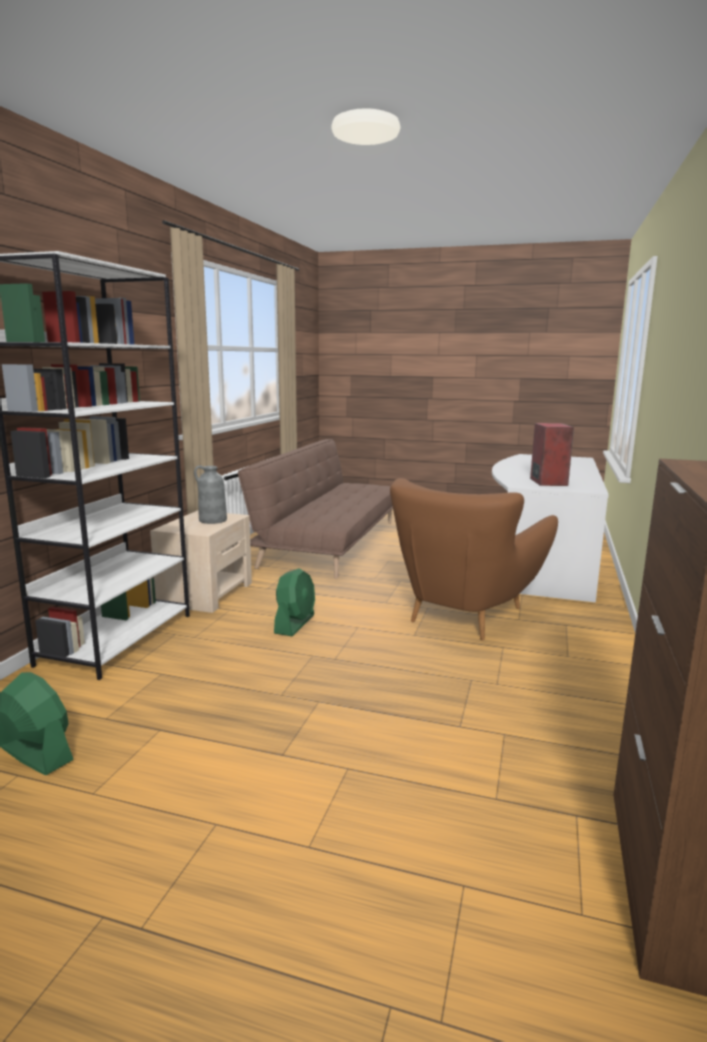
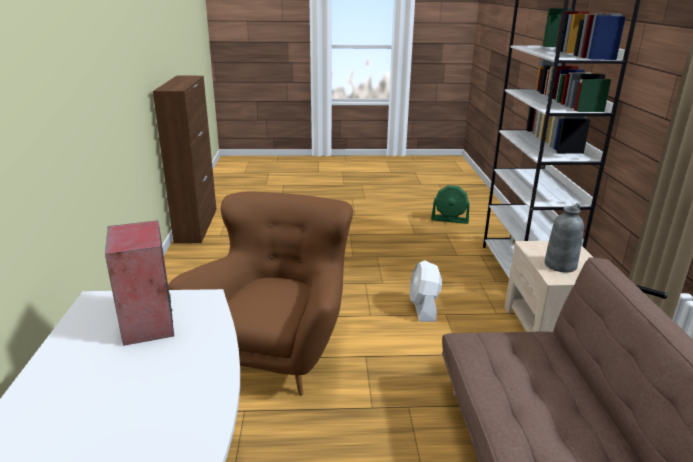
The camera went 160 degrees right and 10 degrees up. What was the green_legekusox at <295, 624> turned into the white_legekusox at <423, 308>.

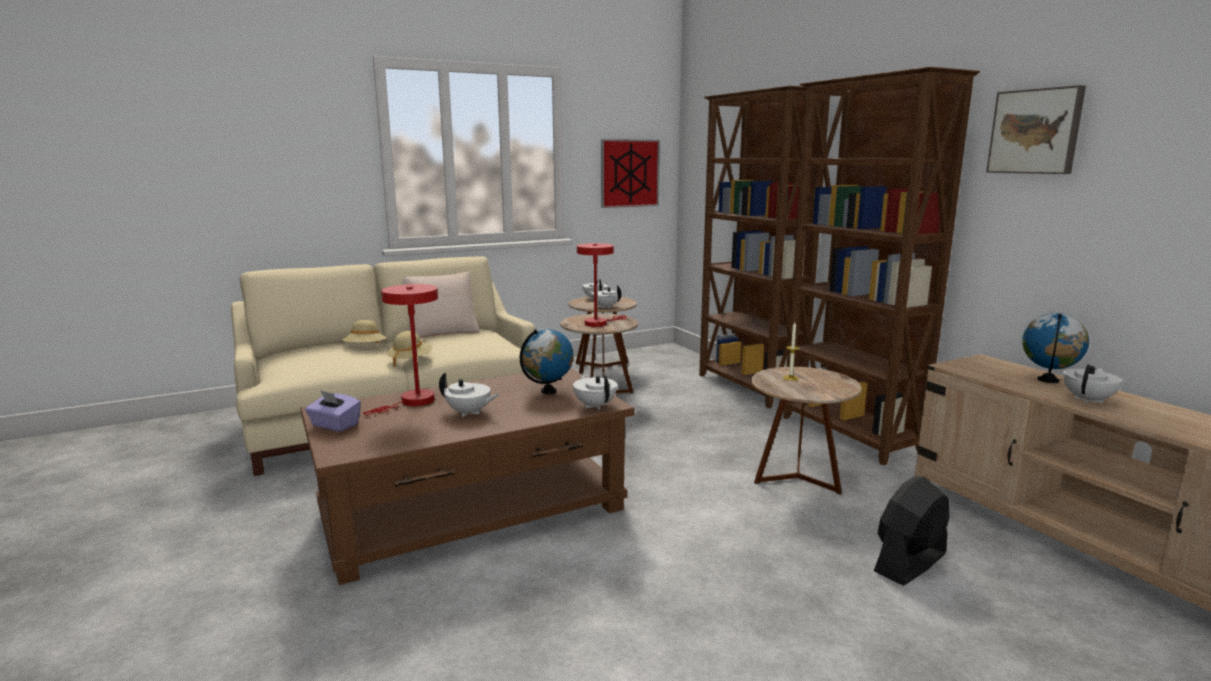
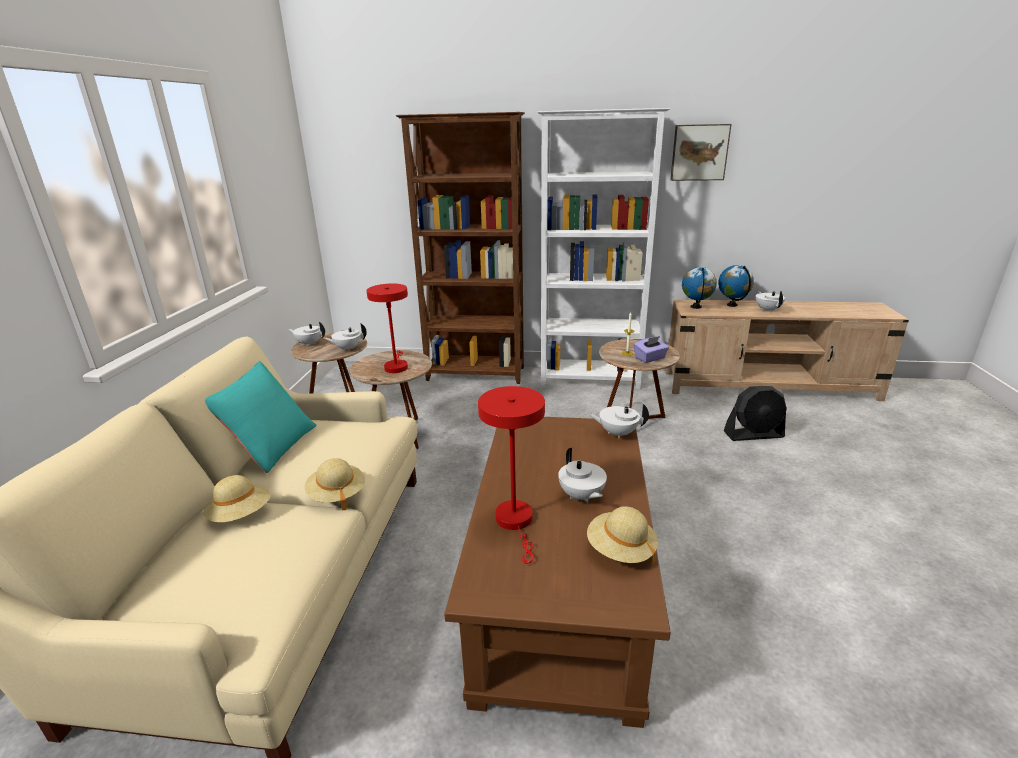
The camera went 55 degrees left and 10 degrees up. The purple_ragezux ended up elsewhere, having gone from <334, 425> to <650, 358>. What was the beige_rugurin at <442, 331> turned into the turquoise_rugurin at <270, 445>. The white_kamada at <469, 413> ended up facing another way, 105 degrees clockwise from before. The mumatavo ended up elsewhere, having gone from <548, 391> to <696, 307>. The second view lost the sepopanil at <629, 173>. What was the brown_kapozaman at <849, 435> turned into the white_kapozaman at <590, 379>. The black_legekusox at <910, 562> ended up facing another way, 90 degrees counterclockwise from before. The second view gained the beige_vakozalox at <620, 550>.

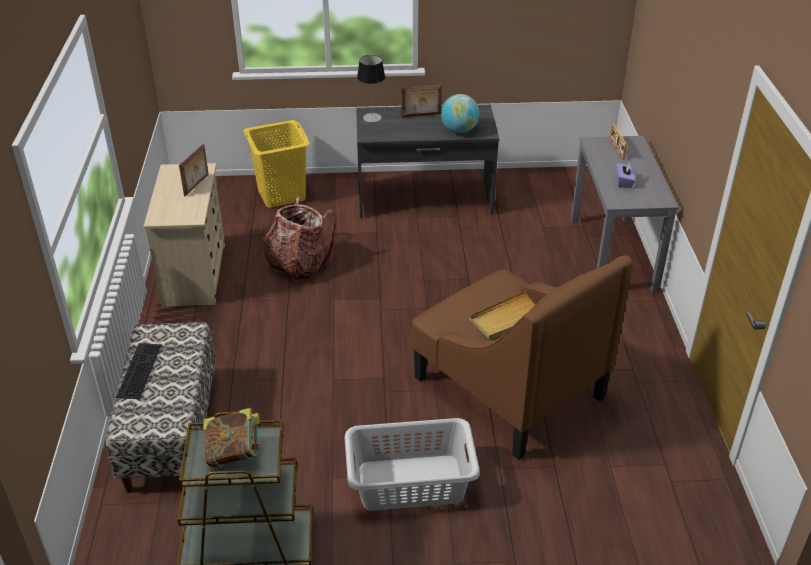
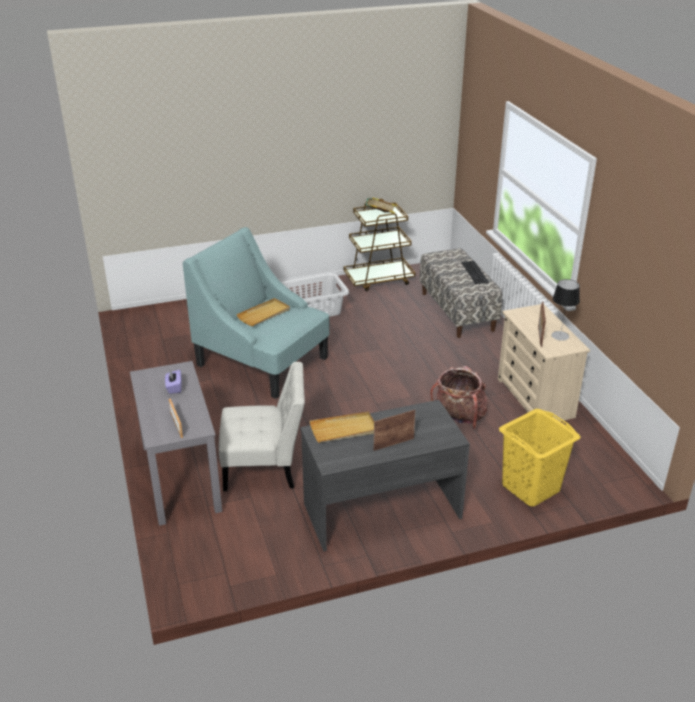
The camera went 165 degrees right and 5 degrees down. The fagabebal ended up elsewhere, having gone from <372, 117> to <560, 336>. What was the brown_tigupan at <507, 387> turned into the turquoise_tigupan at <263, 361>. Where the mumatavo stood at <459, 130>, the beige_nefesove came to stand at <344, 429>. The second view gained the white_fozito at <265, 467>.

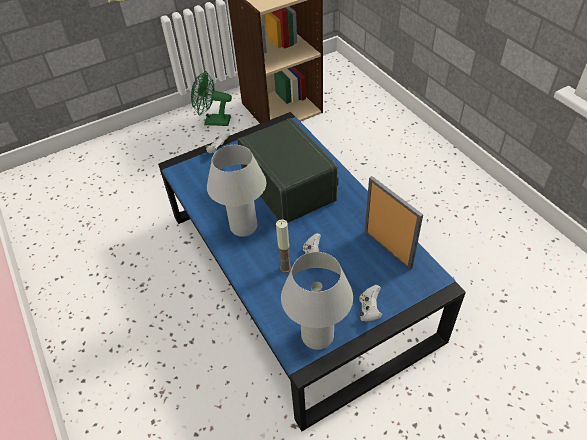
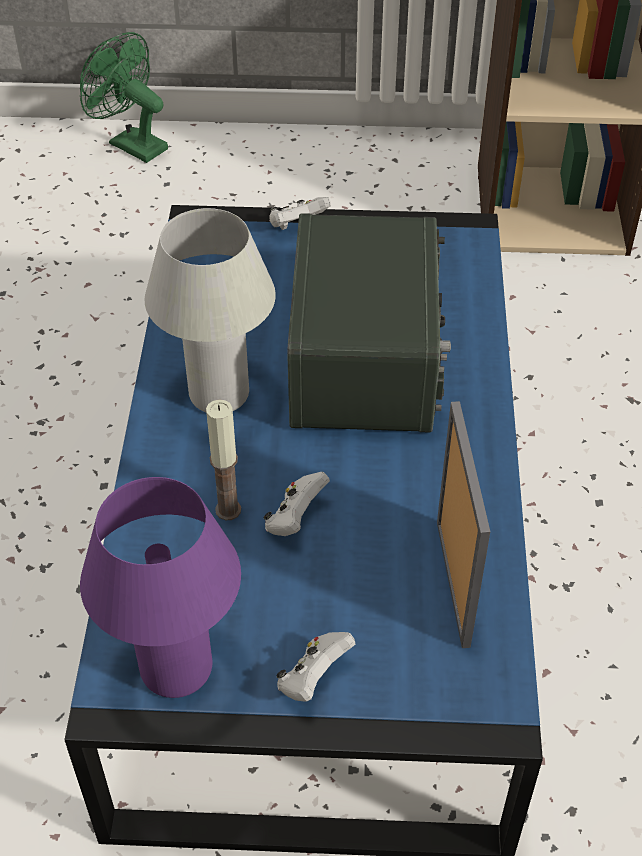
The camera went 30 degrees right and 0 degrees up. The green_legekusox ended up elsewhere, having gone from <213, 121> to <131, 144>. What was the white_fagabebal at <317, 336> turned into the purple_fagabebal at <176, 668>.

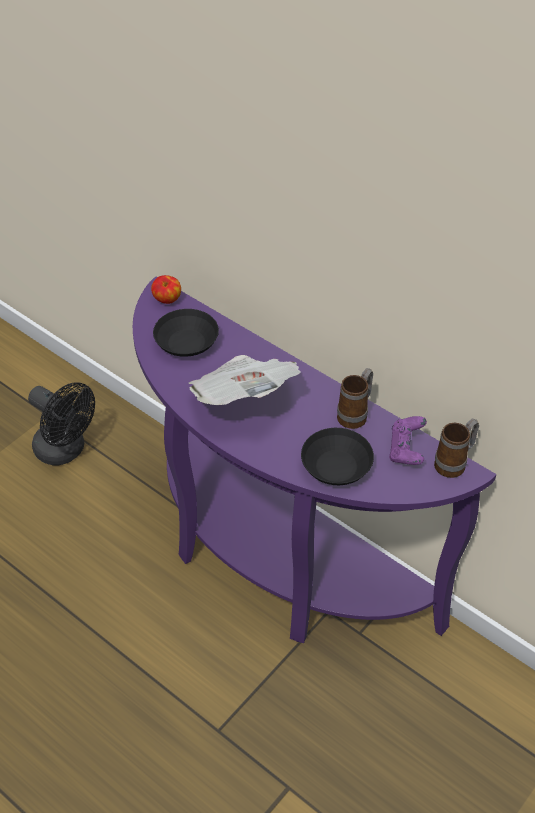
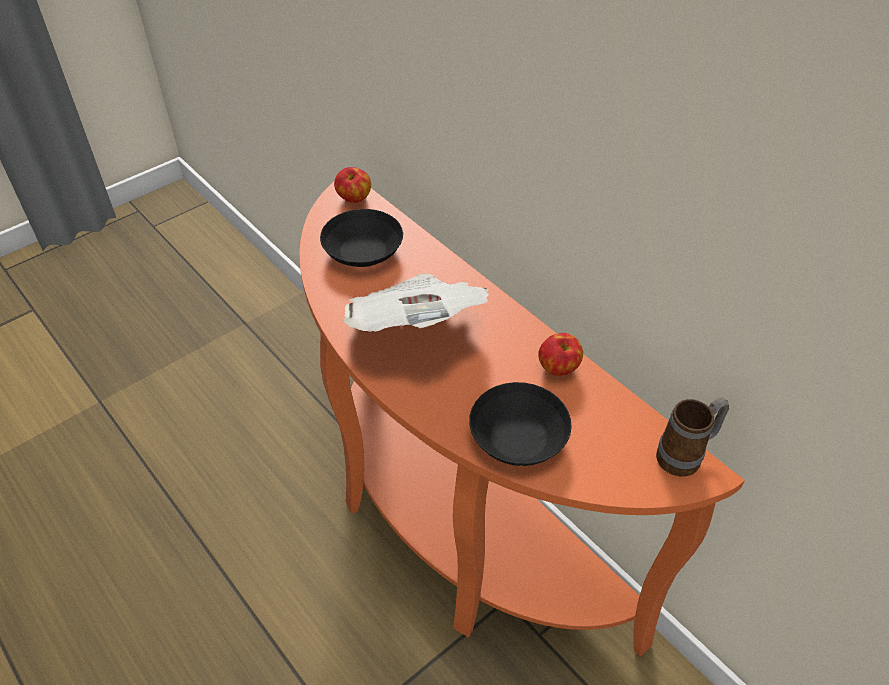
The camera went 10 degrees right and 0 degrees up. The second view lost the black_legekusox at <66, 451>. What was the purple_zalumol at <273, 561> turned into the orange_zalumol at <452, 526>. Where the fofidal stood at <355, 414>, the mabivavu came to stand at <558, 368>. The second view lost the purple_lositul at <406, 450>.

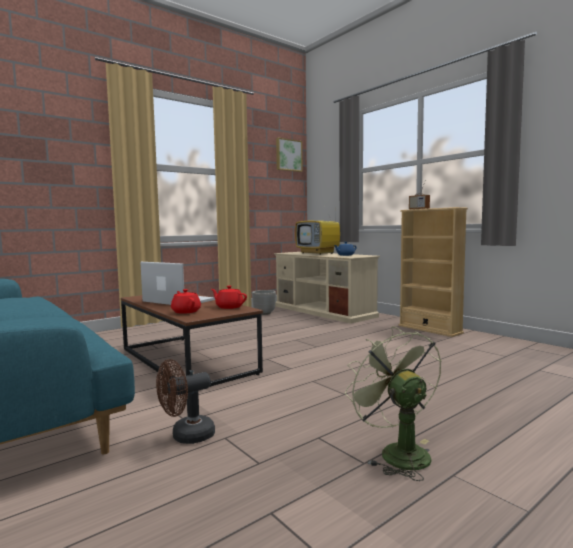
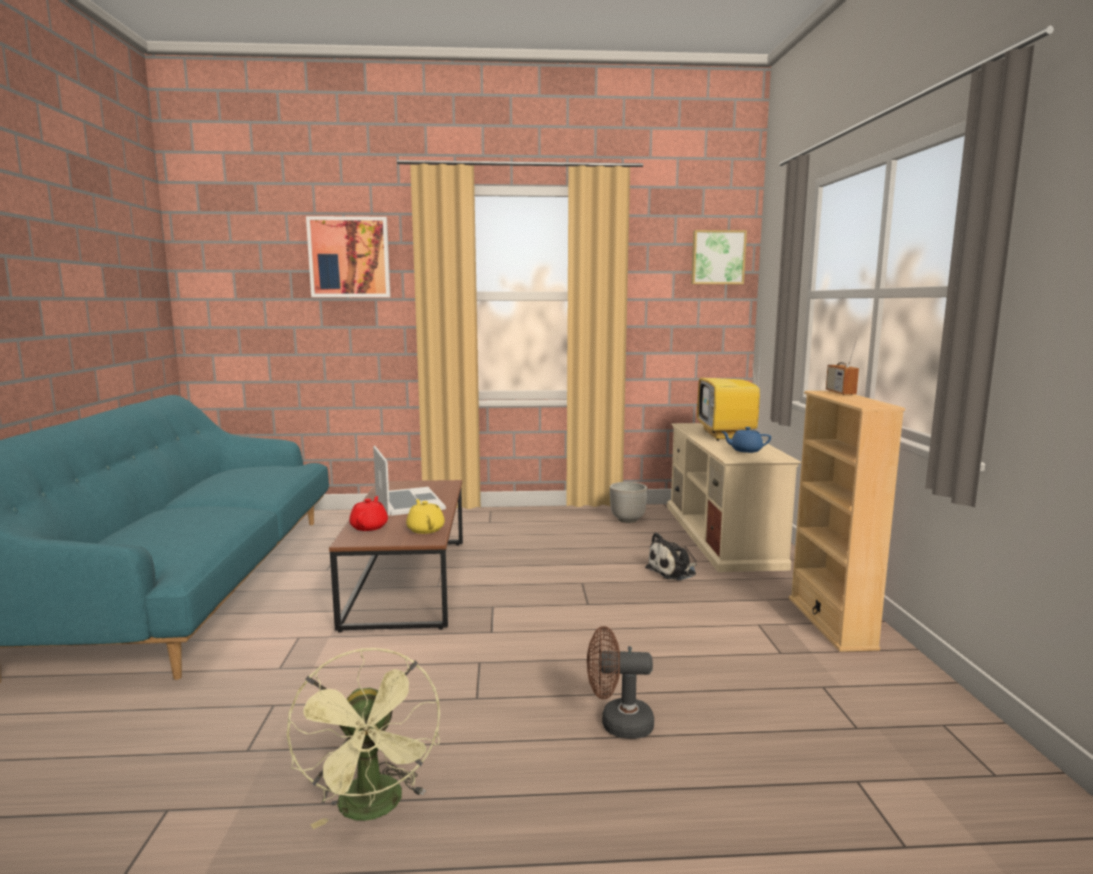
The camera went 35 degrees right and 5 degrees up. The brown_legekusox ended up elsewhere, having gone from <186, 436> to <618, 724>. What was the red_kamada at <229, 307> turned into the yellow_kamada at <425, 529>. The green_legekusox at <396, 452> ended up facing another way, 150 degrees clockwise from before. The second view gained the sepopanil at <349, 257>. The second view gained the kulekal at <673, 571>.

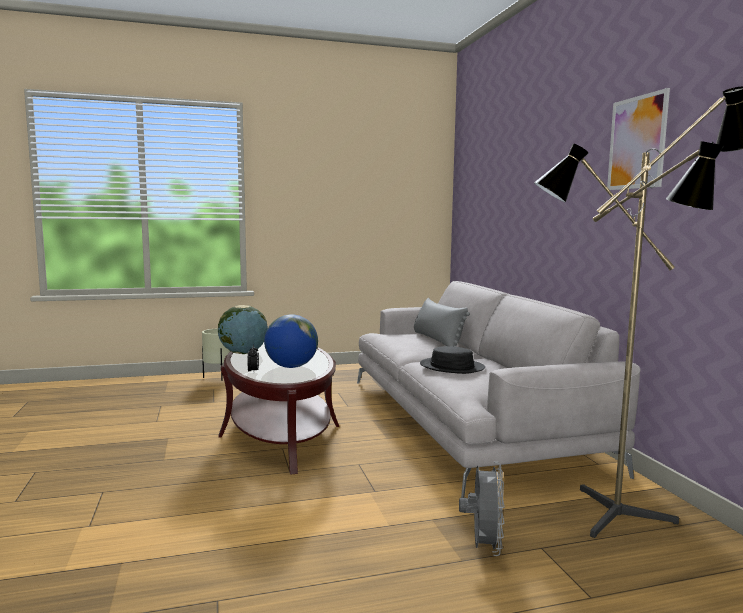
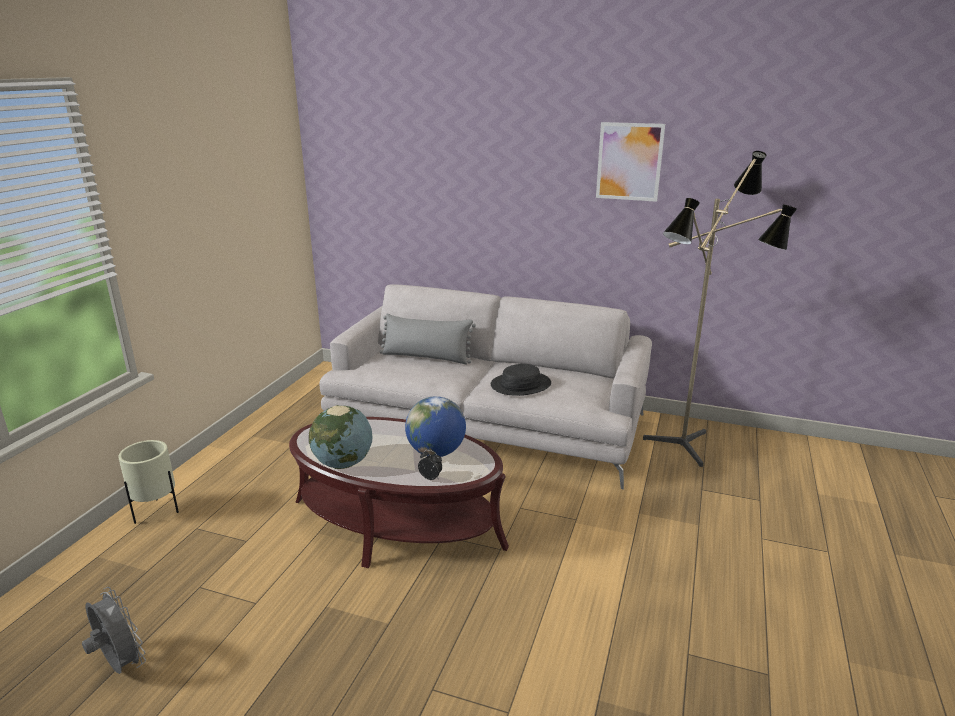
The camera went 55 degrees left and 15 degrees up. The grey_legekusox ended up elsewhere, having gone from <483, 547> to <120, 665>.

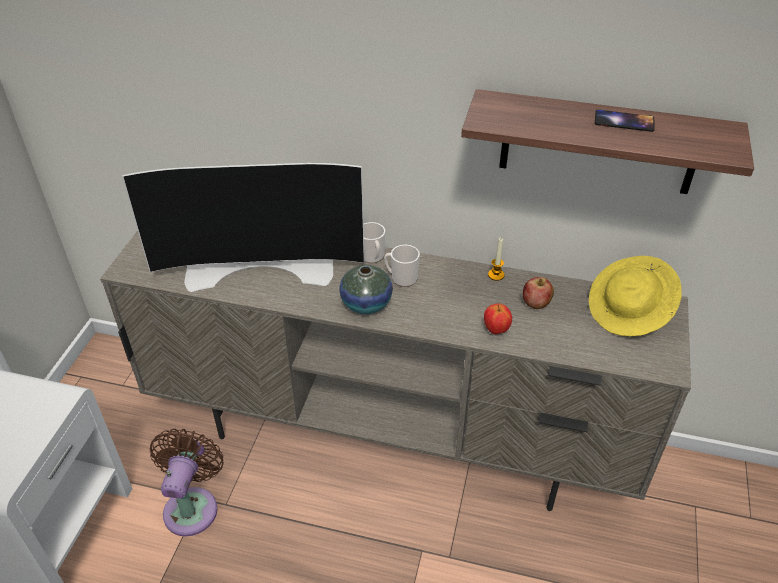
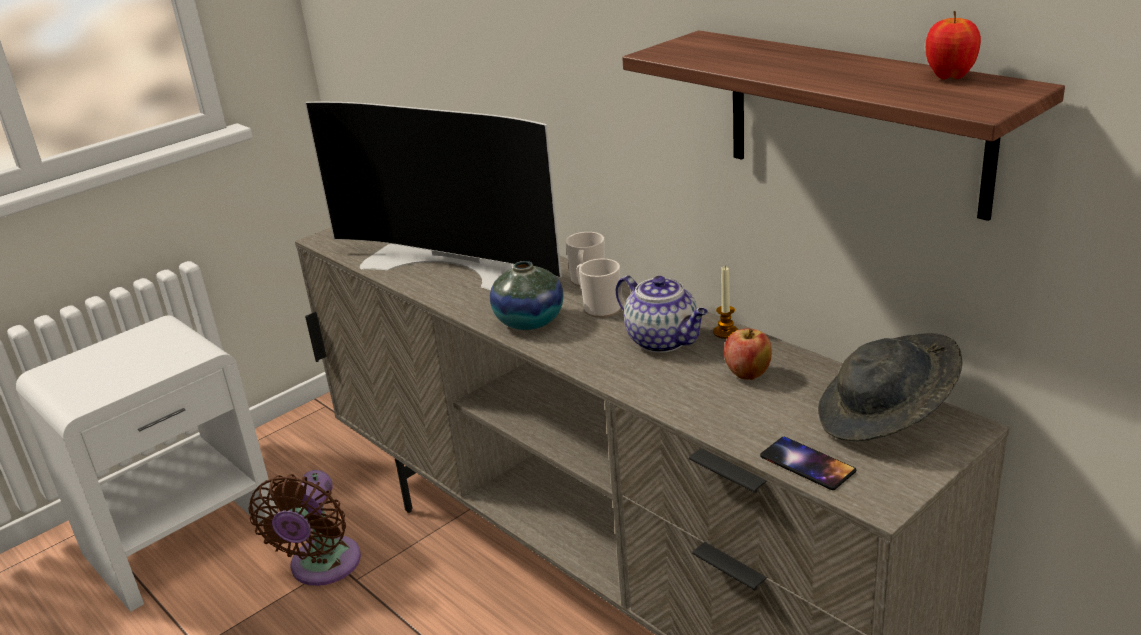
The camera went 35 degrees right and 15 degrees down. The brown_legekusox at <192, 506> ended up facing another way, 150 degrees clockwise from before. The mabivavu ended up elsewhere, having gone from <496, 330> to <949, 77>. What was the yellow_vakozalox at <629, 311> turned into the grey_vakozalox at <886, 418>. The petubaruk ended up elsewhere, having gone from <624, 121> to <807, 464>. The second view gained the kamada at <664, 341>.

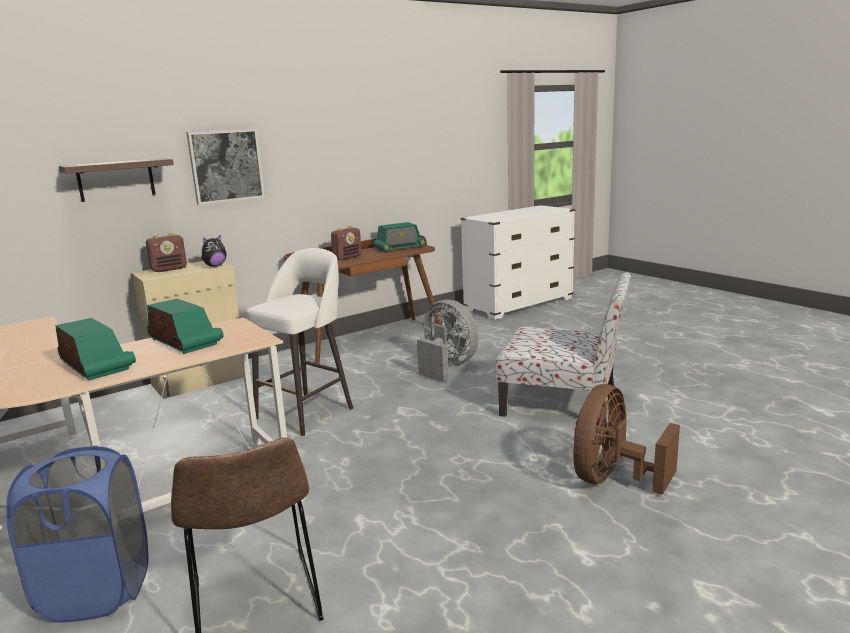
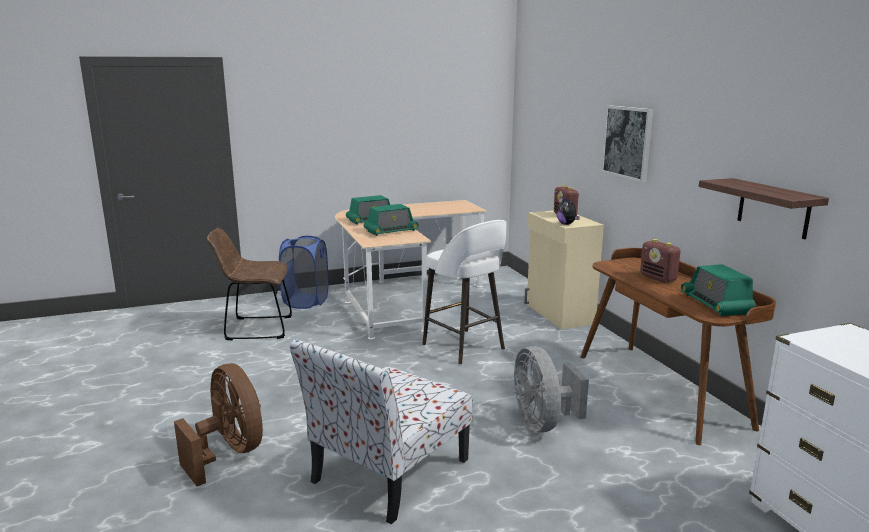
The camera went 105 degrees right and 0 degrees up. The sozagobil ended up elsewhere, having gone from <116, 180> to <773, 208>. The grey_legekusox at <447, 366> ended up facing another way, 105 degrees clockwise from before.

